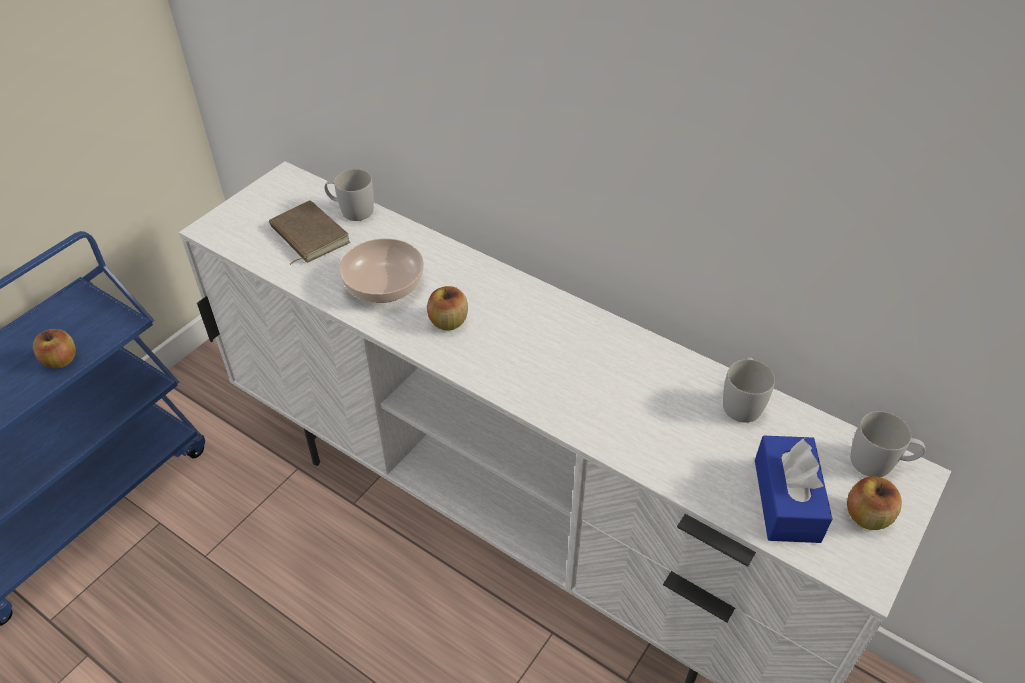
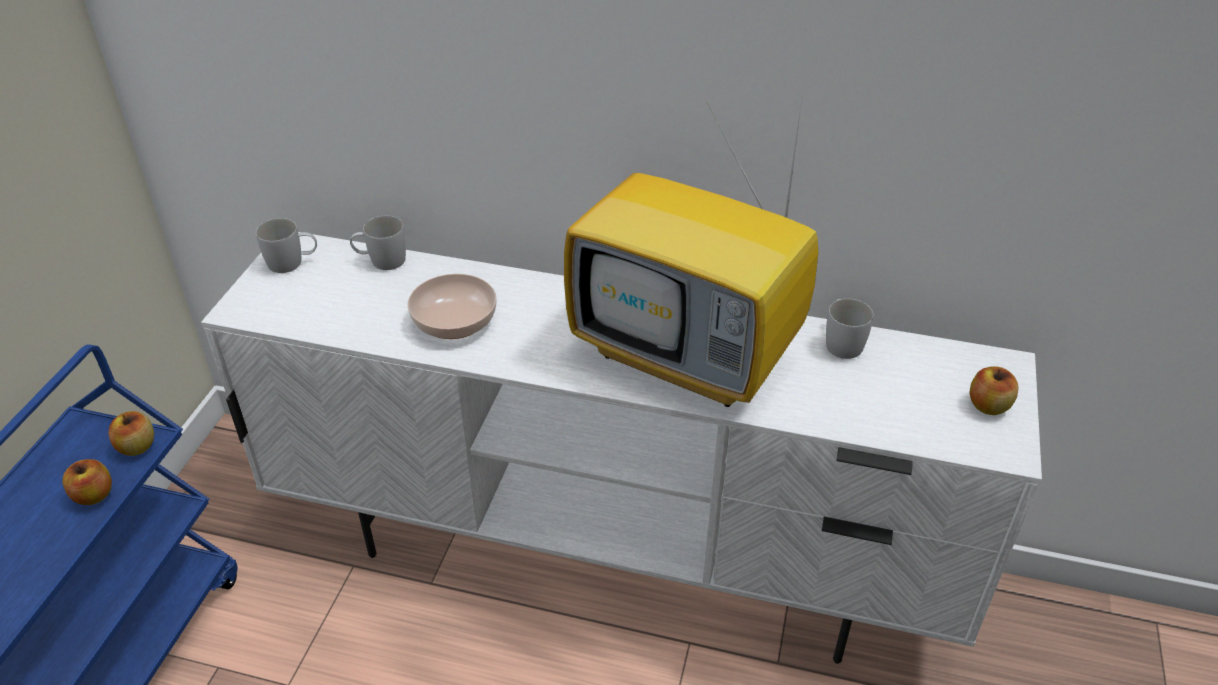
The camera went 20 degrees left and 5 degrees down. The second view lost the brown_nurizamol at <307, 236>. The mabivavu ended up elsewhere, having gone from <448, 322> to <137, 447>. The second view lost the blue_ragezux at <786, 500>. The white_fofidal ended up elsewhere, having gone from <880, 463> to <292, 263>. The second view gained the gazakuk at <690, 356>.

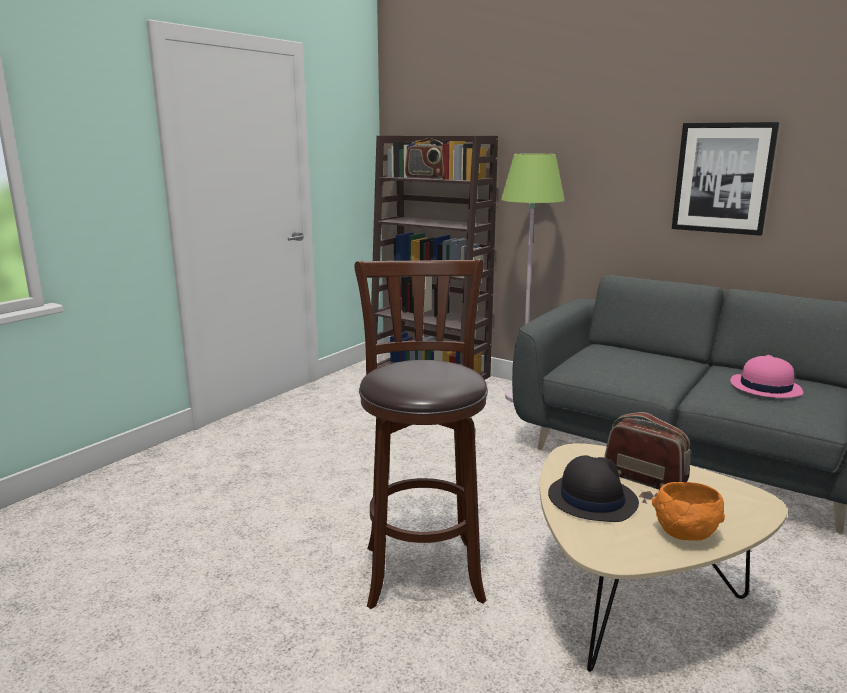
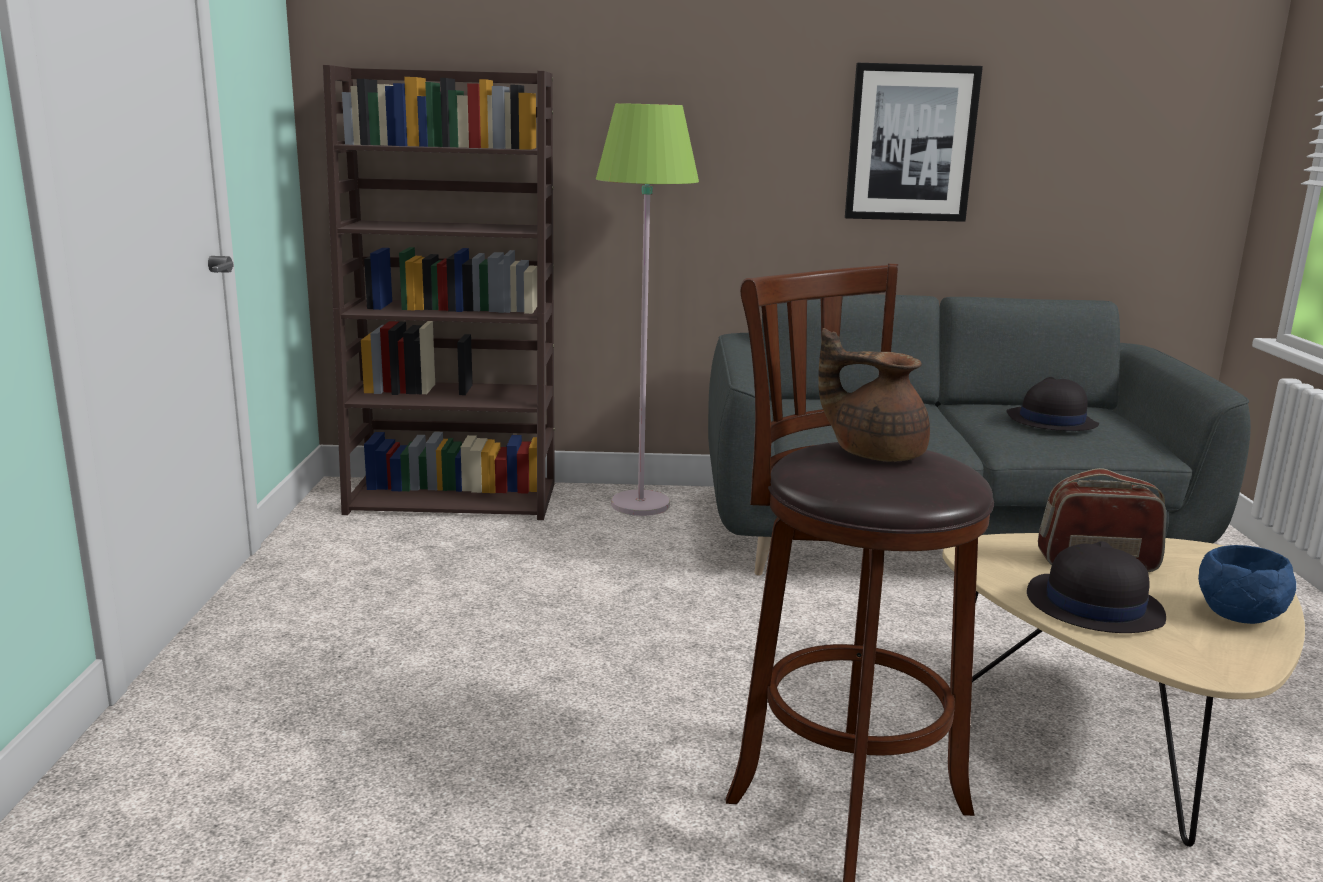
The camera went 35 degrees left and 0 degrees up. The second view lost the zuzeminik at <427, 178>. What was the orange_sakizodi at <686, 534> turned into the blue_sakizodi at <1239, 616>. What was the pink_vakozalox at <765, 387> turned into the black_vakozalox at <1050, 421>. The second view gained the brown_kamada at <875, 453>.

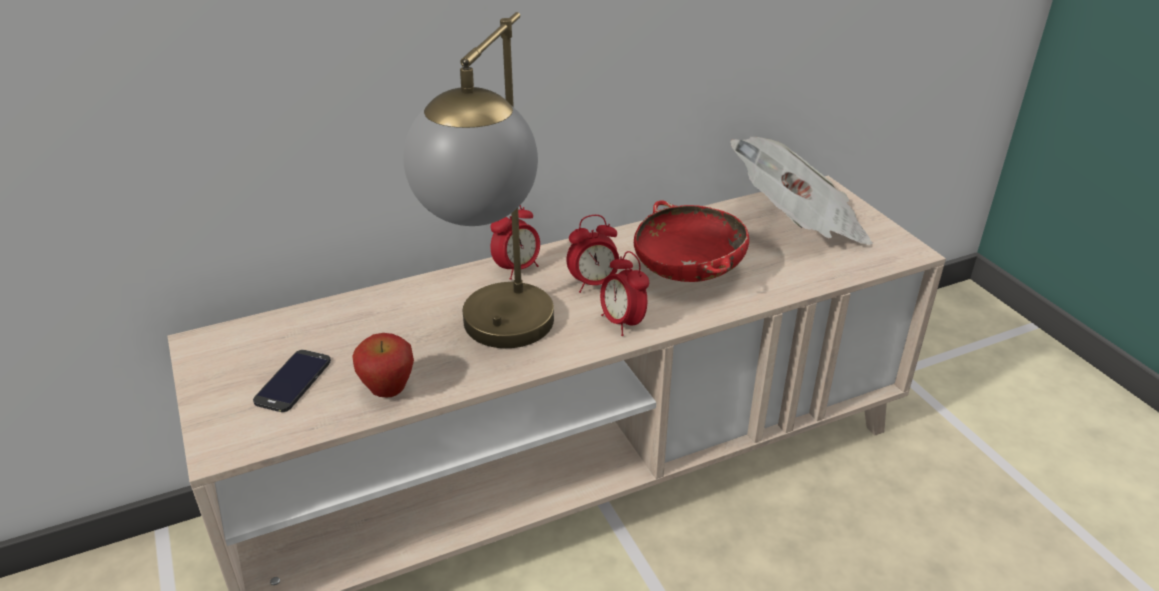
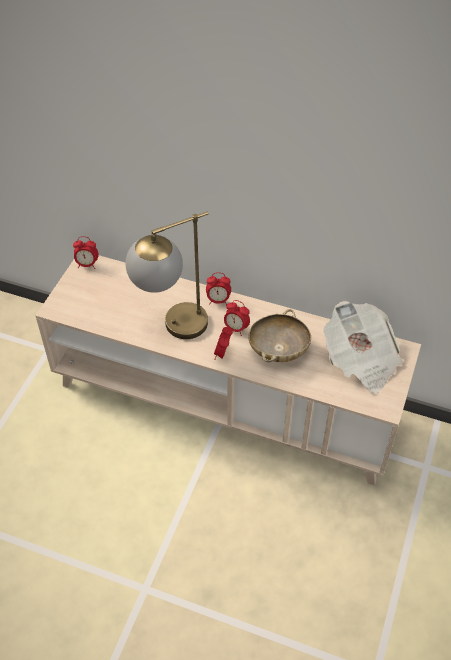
The camera went 45 degrees right and 15 degrees up. The second view lost the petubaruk at <293, 381>. The second view lost the mabivavu at <388, 391>. What was the red_sakizodi at <688, 273> turned into the beige_sakizodi at <278, 350>. The second view gained the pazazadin at <87, 264>.

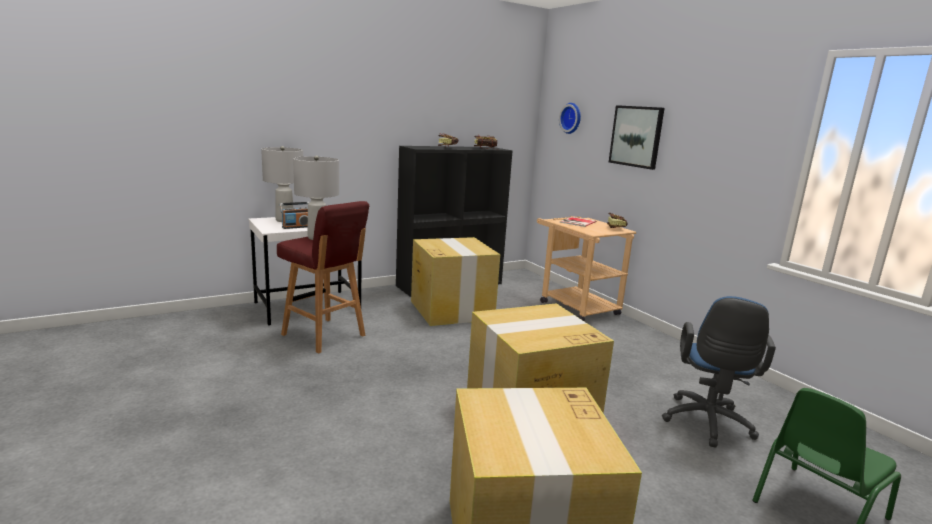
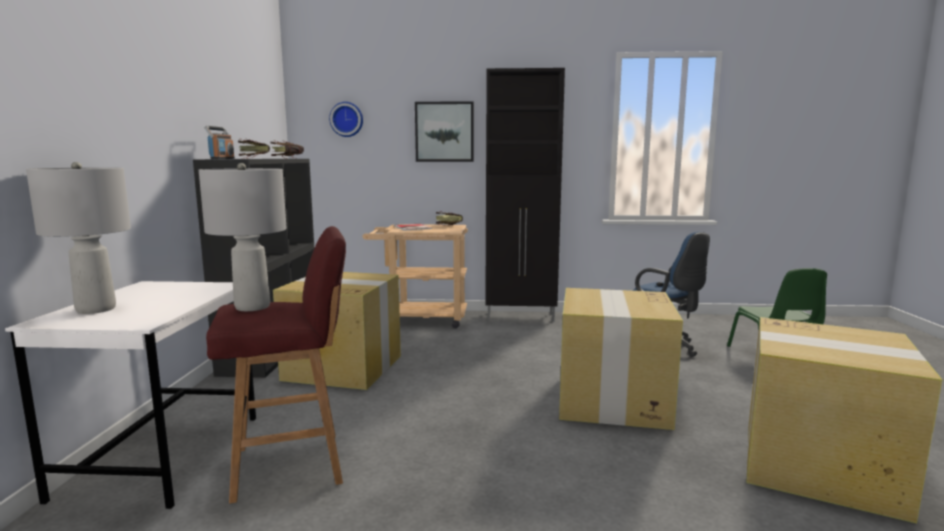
The camera went 55 degrees left and 5 degrees down. The zuzeminik ended up elsewhere, having gone from <296, 227> to <222, 158>. The second view gained the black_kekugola at <521, 317>.

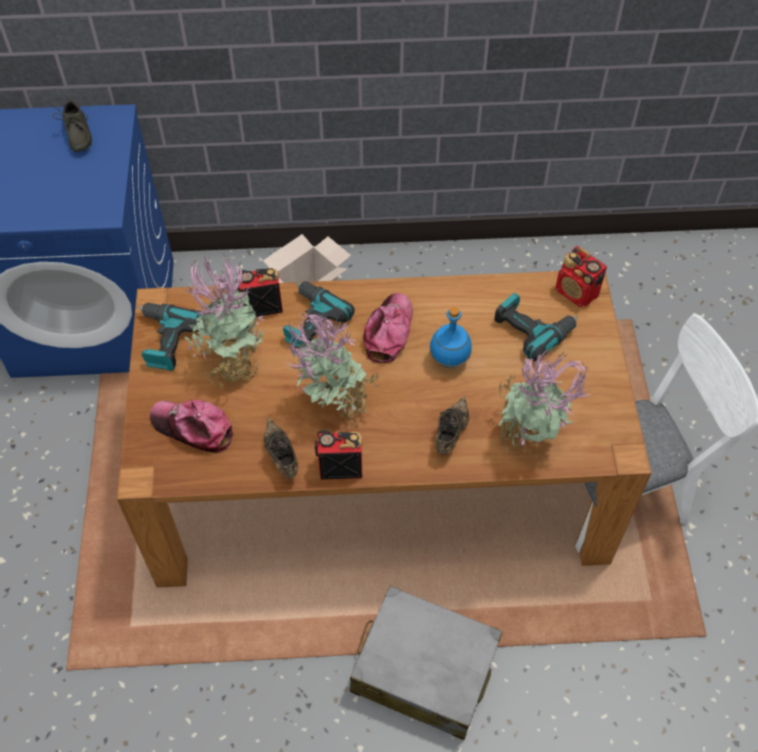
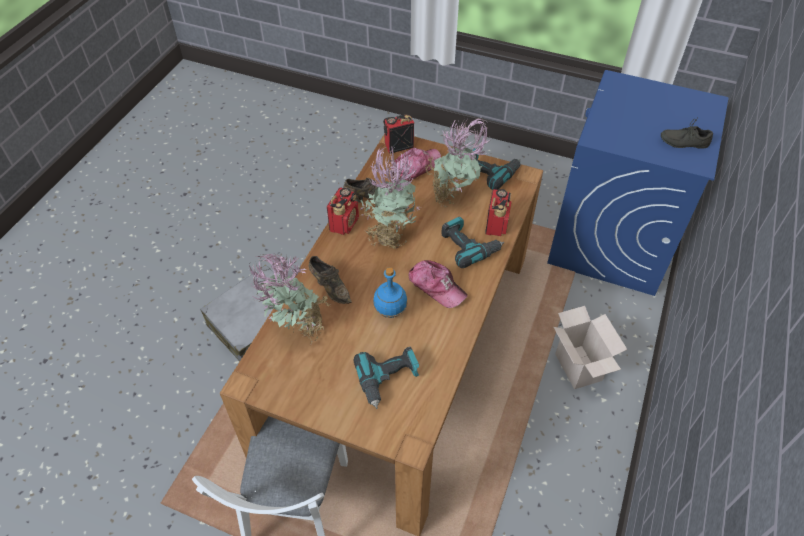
The camera went 115 degrees right and 5 degrees down. The zuzeminik ended up elsewhere, having gone from <577, 293> to <398, 145>.

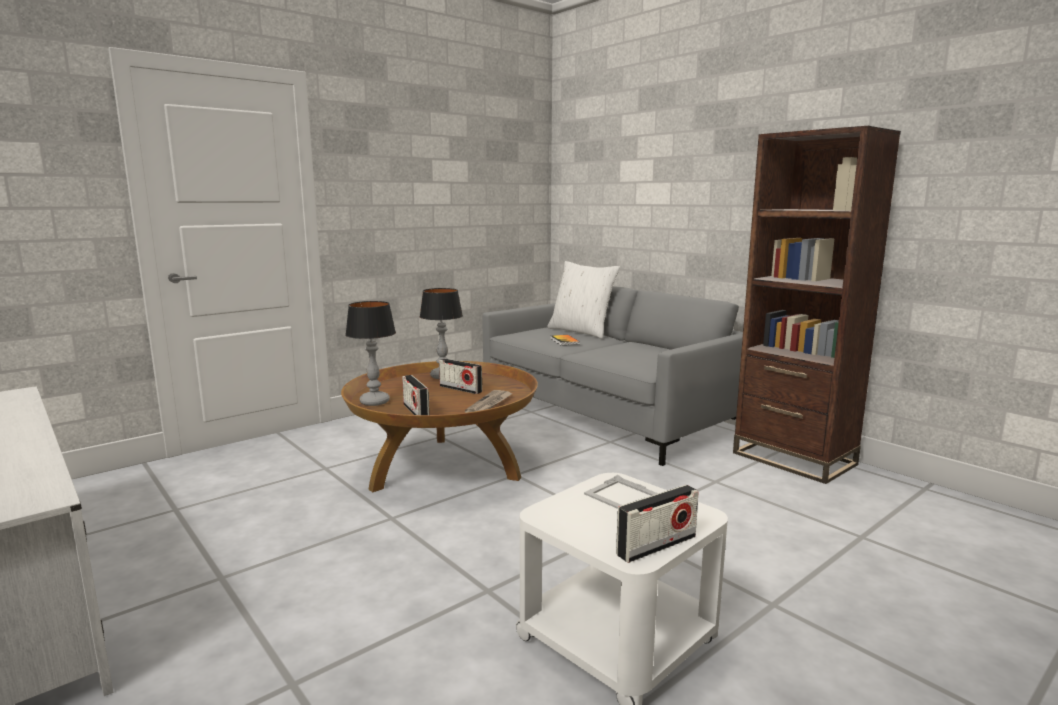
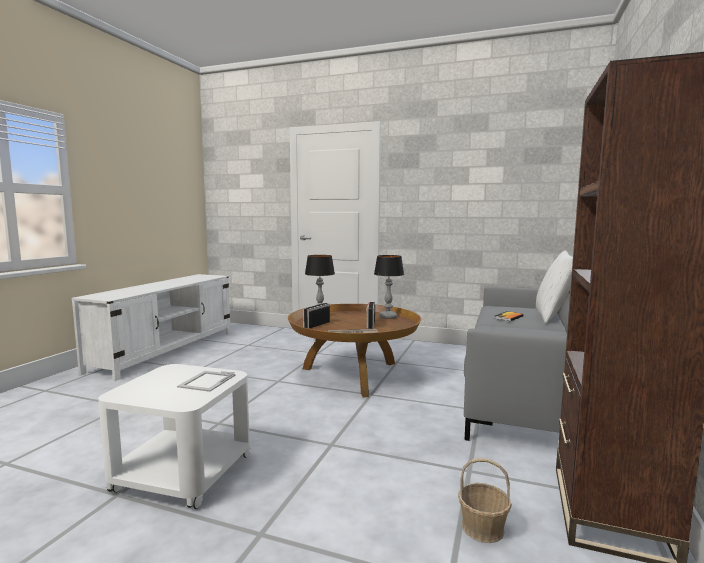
The camera went 60 degrees right and 5 degrees down. The second view lost the zuzeminik at <656, 546>. The second view gained the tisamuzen at <483, 528>.

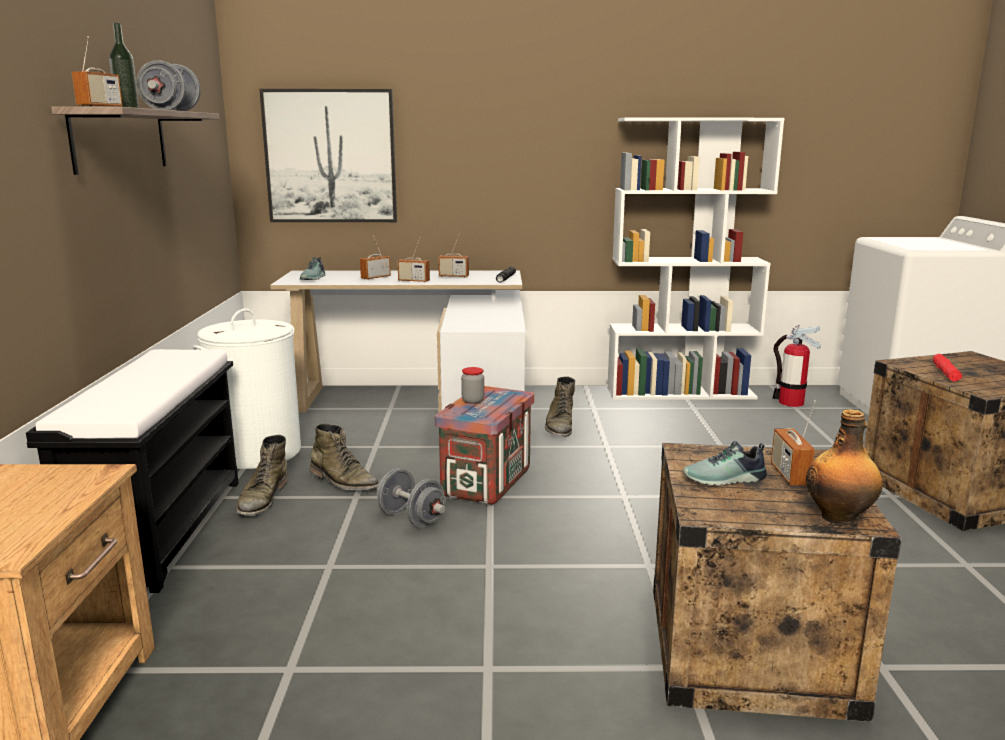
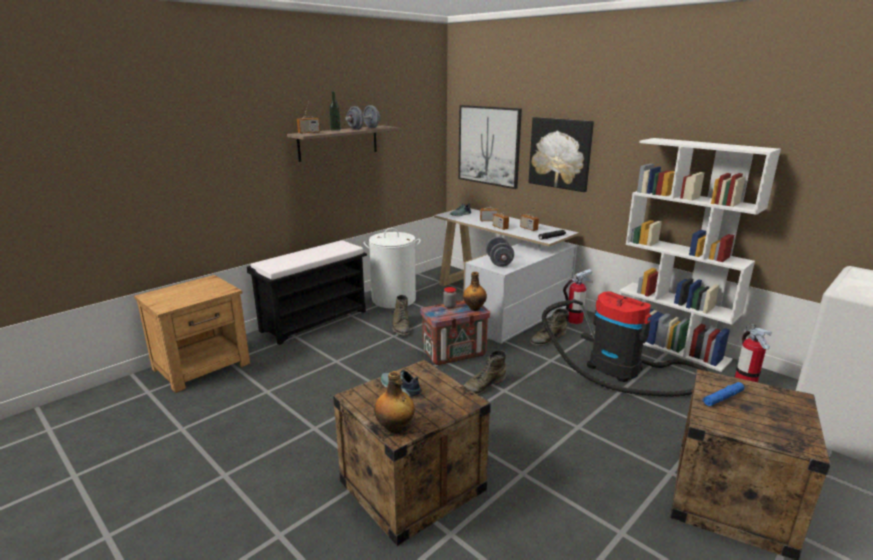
The camera went 45 degrees right and 5 degrees up. The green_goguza ended up elsewhere, having gone from <262, 499> to <482, 386>. The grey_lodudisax ended up elsewhere, having gone from <411, 518> to <499, 262>. The second view lost the zuzeminik at <789, 475>. What was the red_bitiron at <945, 373> turned into the blue_bitiron at <722, 398>. The second view gained the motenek at <474, 308>. The second view gained the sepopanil at <560, 153>. The second view gained the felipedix at <620, 370>. The second view gained the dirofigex at <574, 320>.

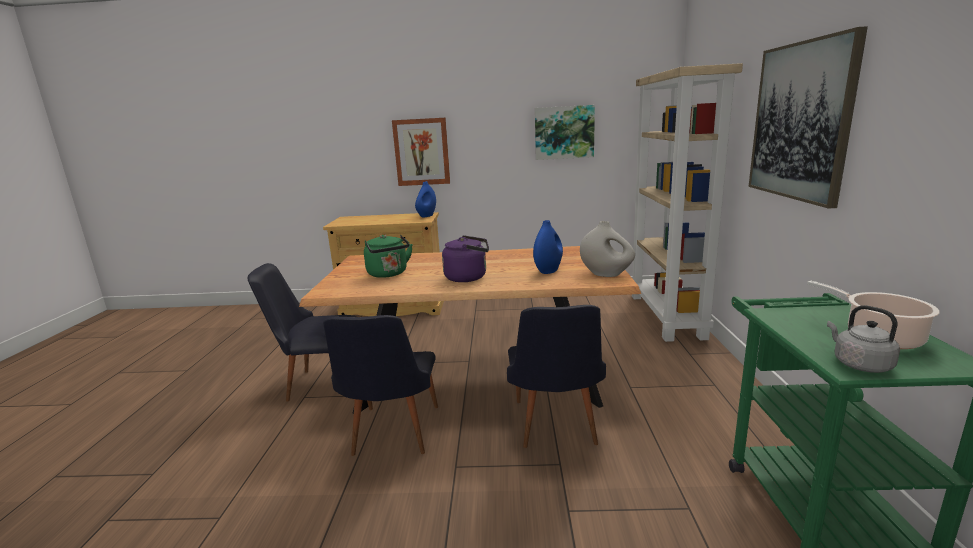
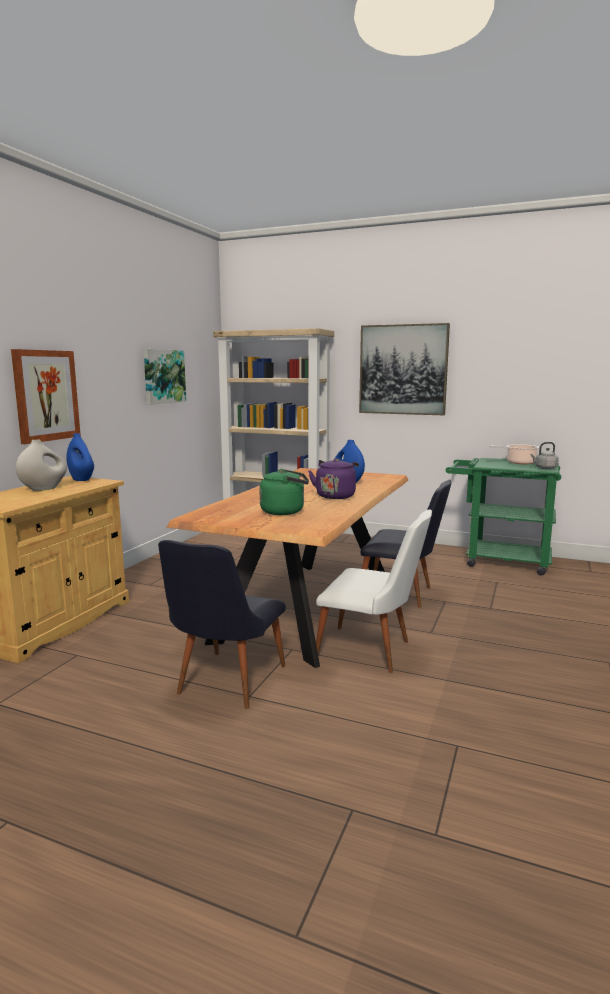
The camera went 70 degrees left and 5 degrees down. What was the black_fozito at <392, 436> turned into the white_fozito at <372, 652>. The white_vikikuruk ended up elsewhere, having gone from <606, 274> to <44, 488>.

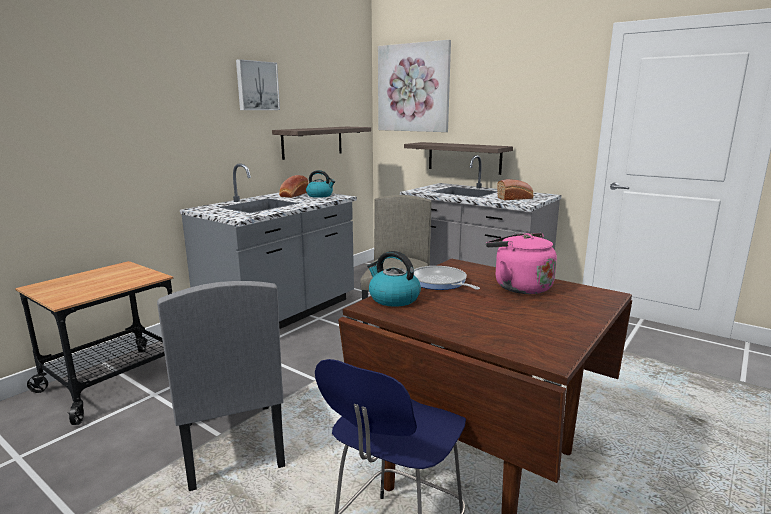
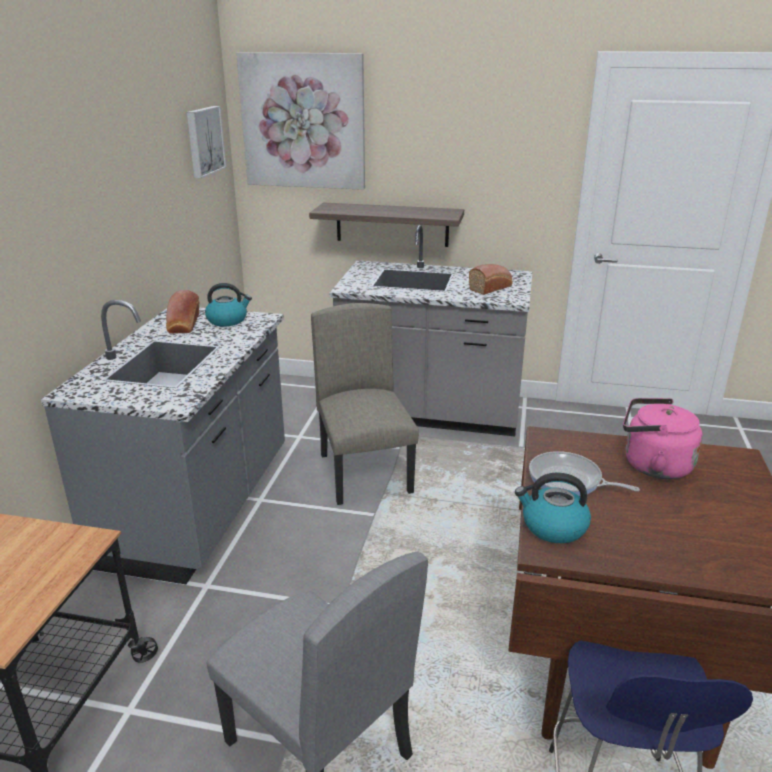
The camera went 25 degrees left and 10 degrees up. The sepopanil ended up elsewhere, having gone from <257, 86> to <203, 141>. The second view lost the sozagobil at <312, 142>.

